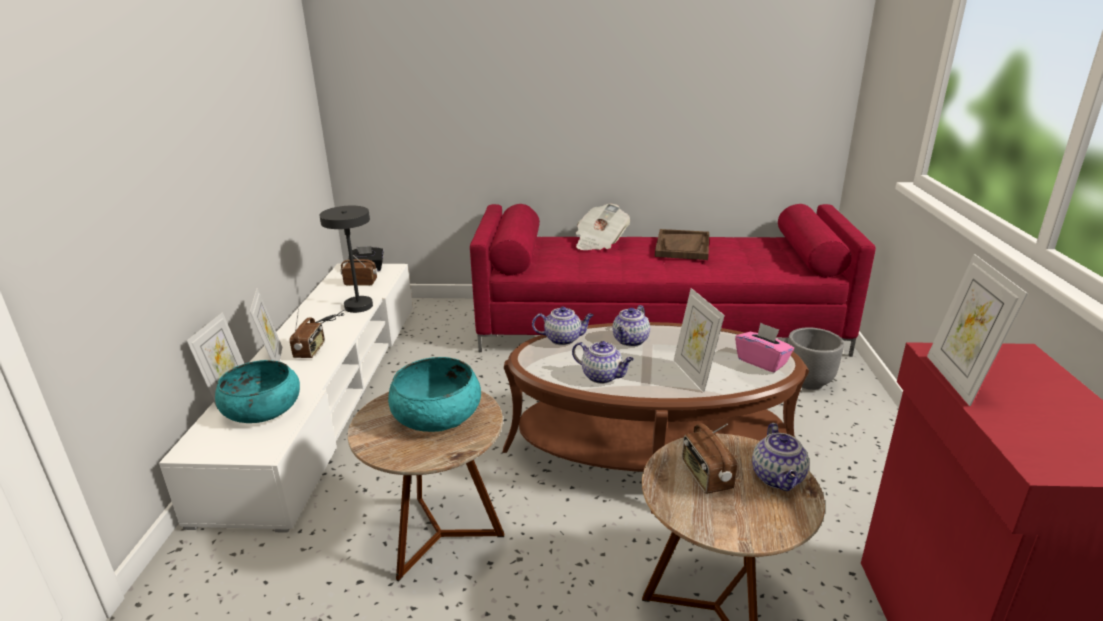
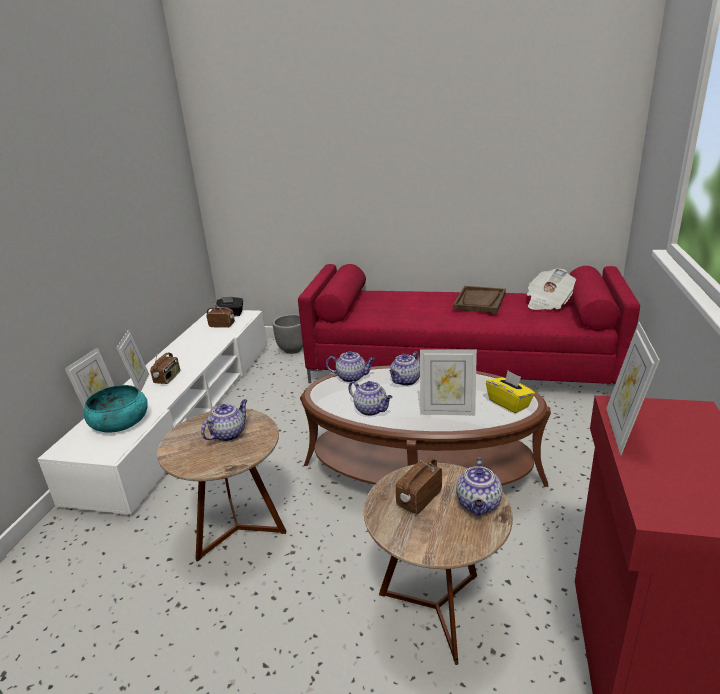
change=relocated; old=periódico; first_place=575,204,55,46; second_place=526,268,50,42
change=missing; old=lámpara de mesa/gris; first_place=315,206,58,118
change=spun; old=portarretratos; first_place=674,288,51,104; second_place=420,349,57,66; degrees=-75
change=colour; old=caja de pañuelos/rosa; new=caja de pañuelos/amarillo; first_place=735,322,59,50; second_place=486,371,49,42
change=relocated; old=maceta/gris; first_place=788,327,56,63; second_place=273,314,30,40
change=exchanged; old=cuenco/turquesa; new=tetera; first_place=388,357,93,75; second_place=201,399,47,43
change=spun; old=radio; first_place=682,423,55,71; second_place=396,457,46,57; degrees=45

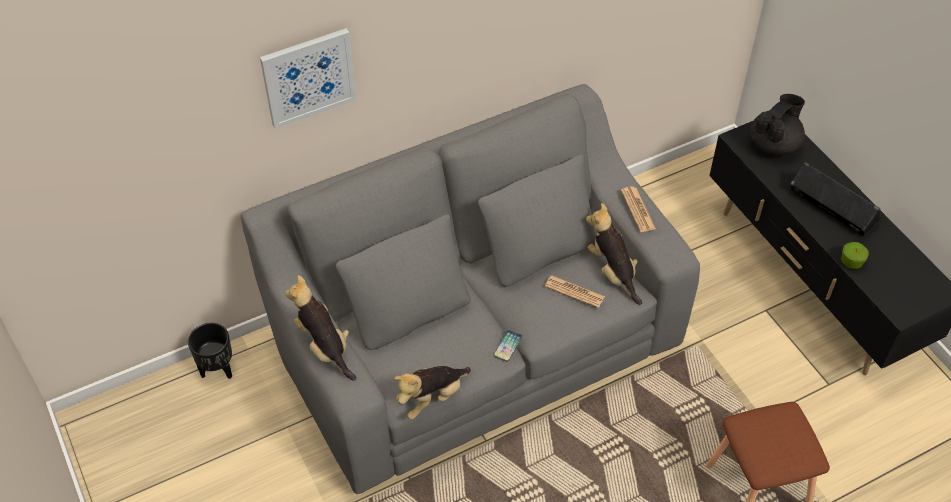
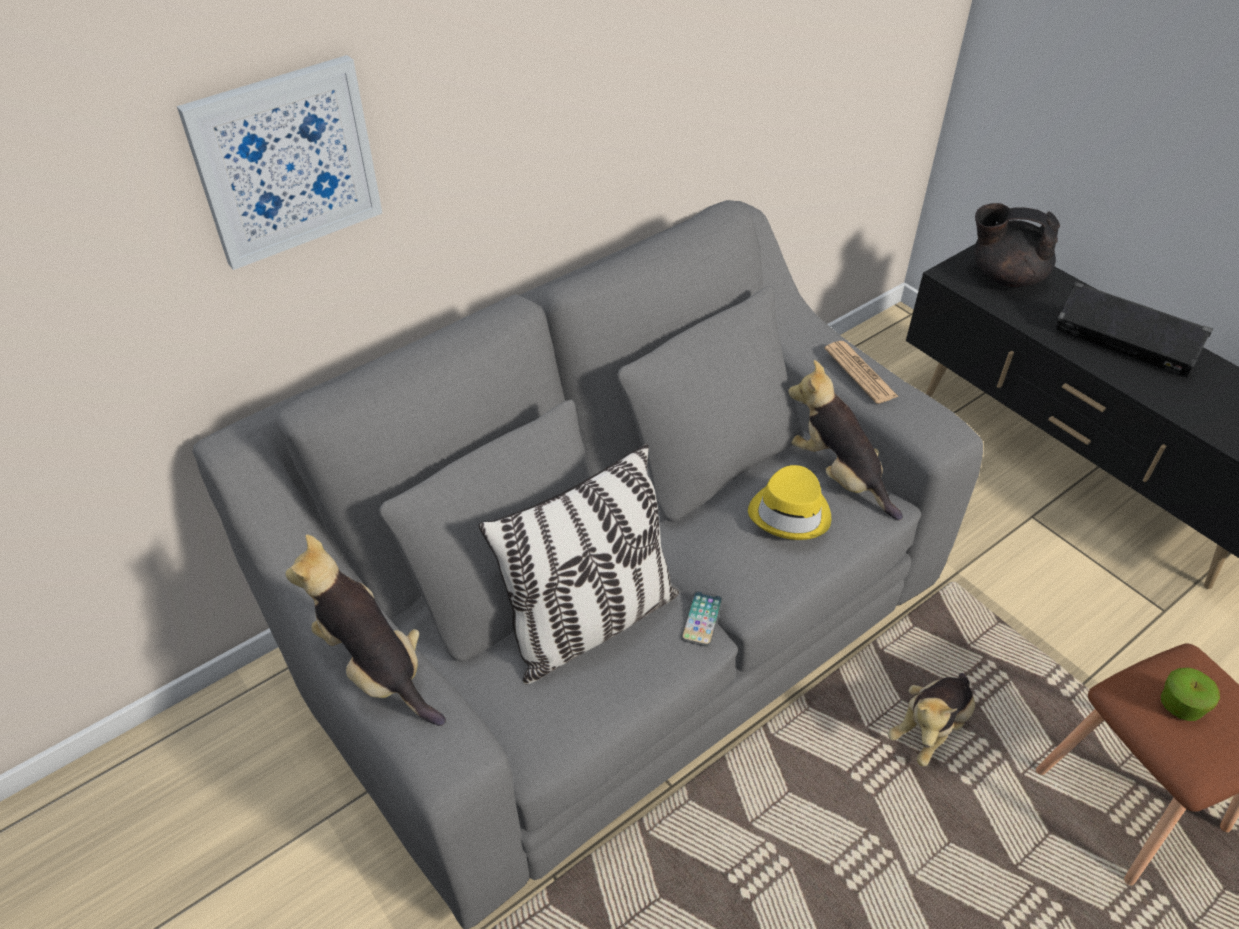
change=spun; old=tetera/negro; first_place=749,94,56,62; second_place=974,203,86,84; degrees=-105
change=relocated; old=manzana; first_place=841,242,28,27; second_place=1161,667,59,54
change=exchanged; old=periódico; new=sombrero/amarillo; first_place=545,276,60,32; second_place=748,465,83,75
change=missing; old=maceta/negro; first_place=188,323,44,56
change=relocated; old=peluche; first_place=394,366,77,54; second_place=888,673,87,93
change=appeared; new=cojín; second_place=479,444,200,241

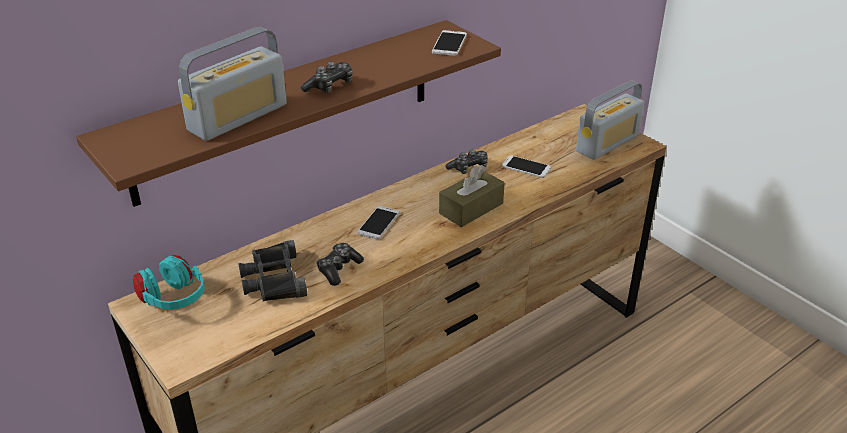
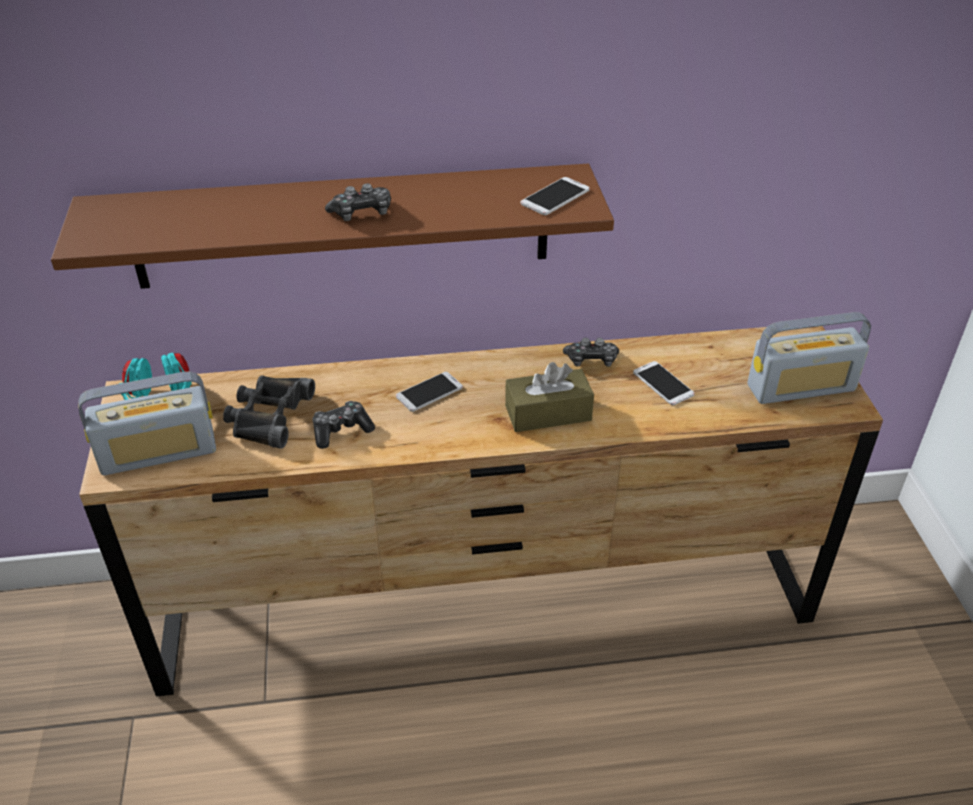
change=relocated; old=radio; first_place=178,27,109,114; second_place=78,371,138,104

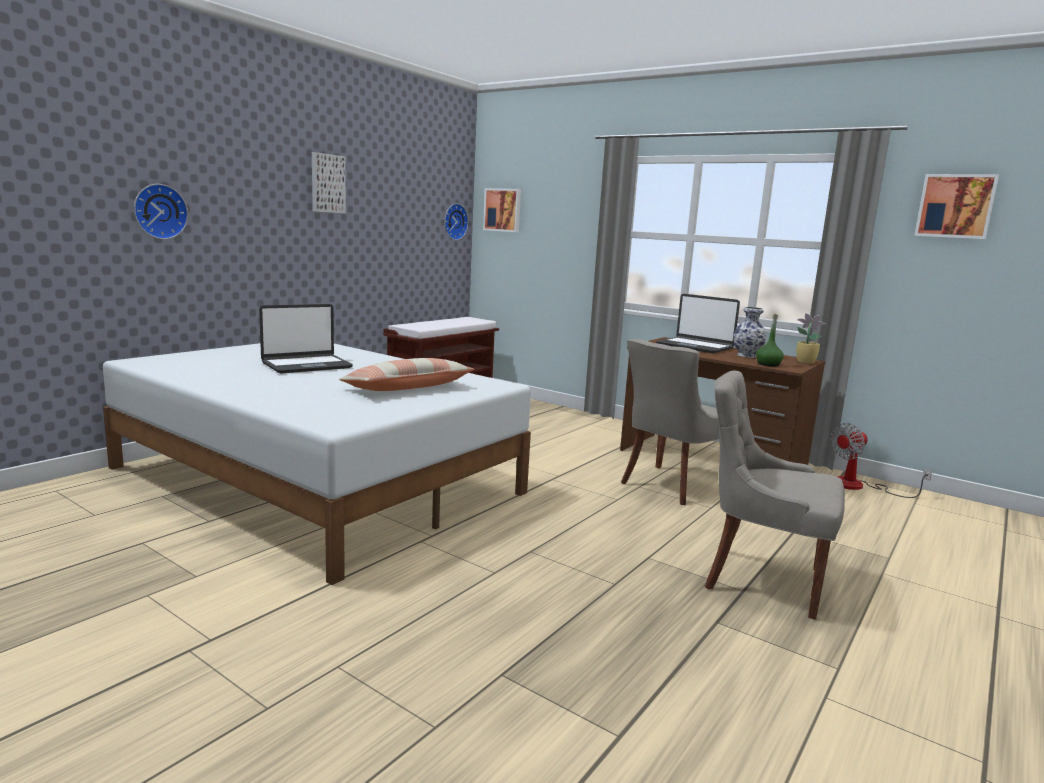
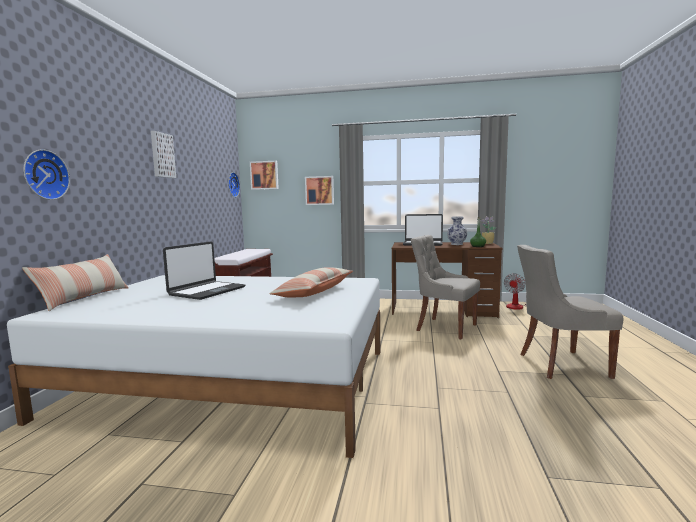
change=relocated; old=cuadro; first_place=914,174,85,65; second_place=305,176,29,29
change=spun; old=silla/gris; first_place=621,339,98,166; second_place=411,235,69,104; degrees=105
change=appeared; new=cojín; second_place=22,254,107,57

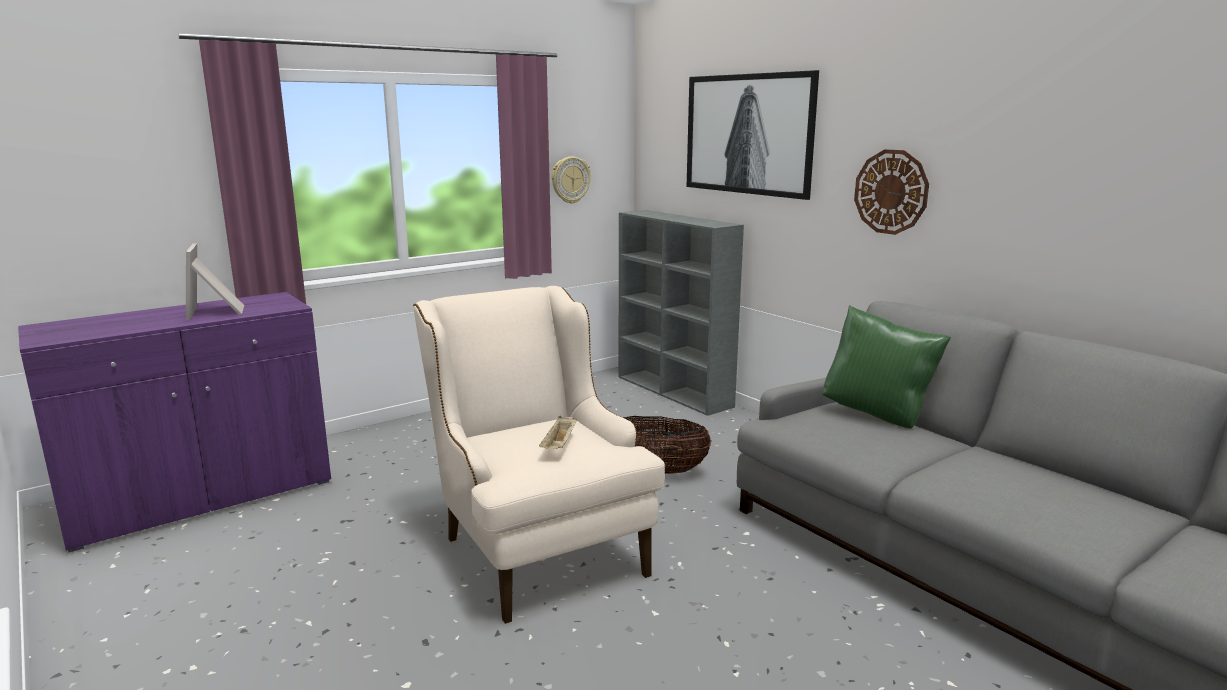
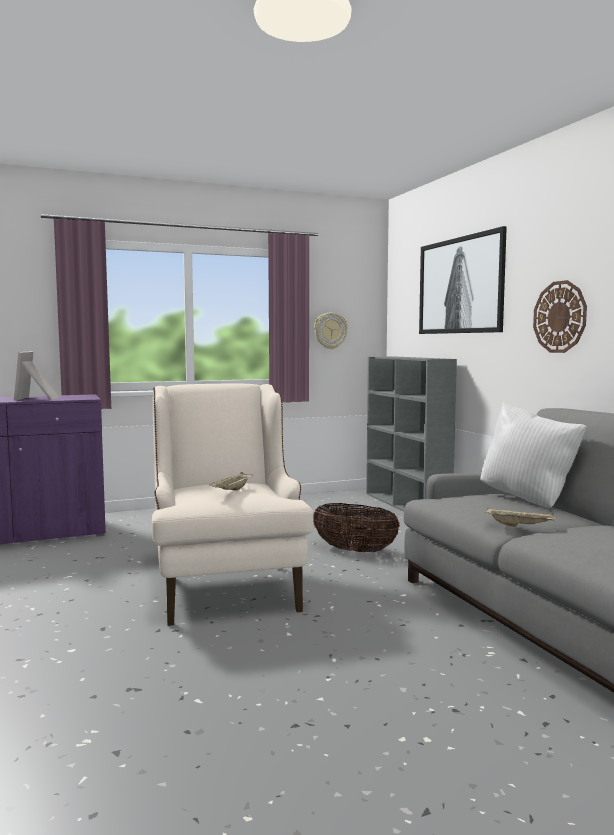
change=colour; old=cojín/verde; new=cojín/blanco; first_place=822,305,129,124; second_place=480,402,107,106
change=appeared; new=bandeja/beis; second_place=485,507,70,20

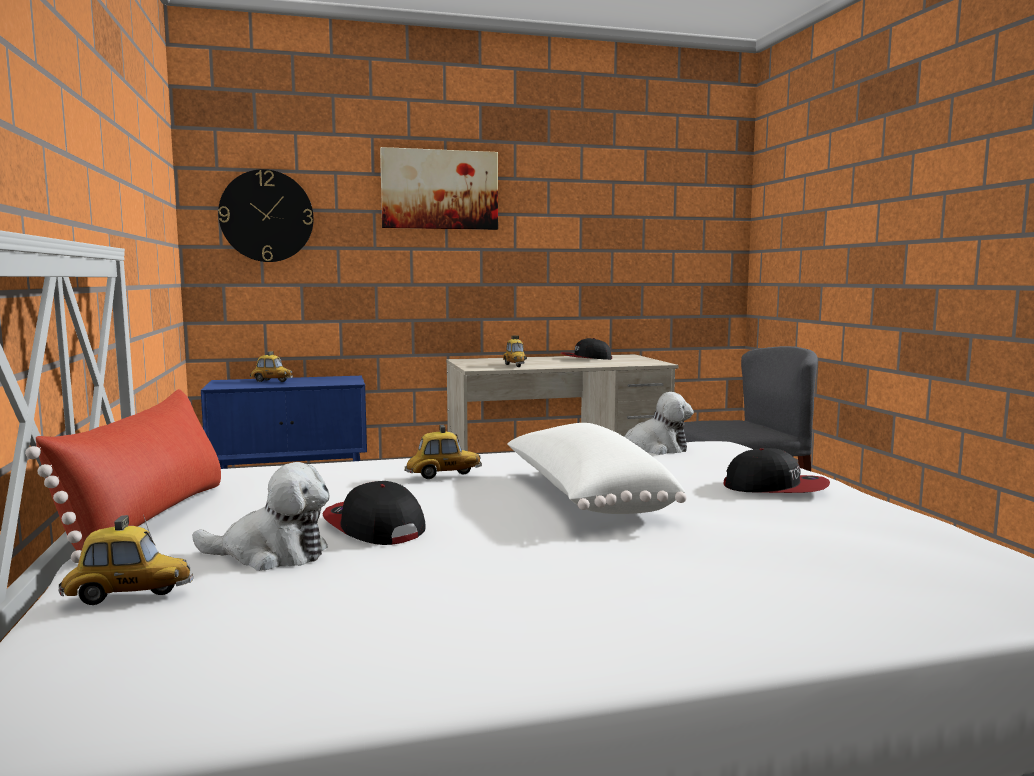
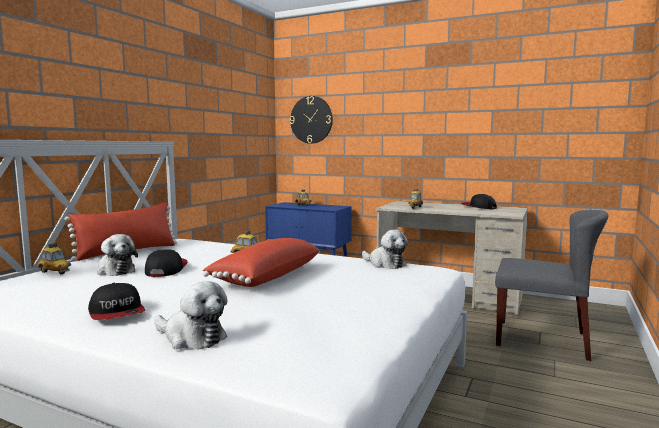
change=missing; old=cuadro; first_place=380,147,118,83
change=colour; old=cojín/blanco; new=cojín/rojo; first_place=507,423,179,91; second_place=203,238,117,49
change=relocated; old=gorra; first_place=723,448,107,45; second_place=88,283,57,37
change=appeared; new=peluche; second_place=154,281,74,69

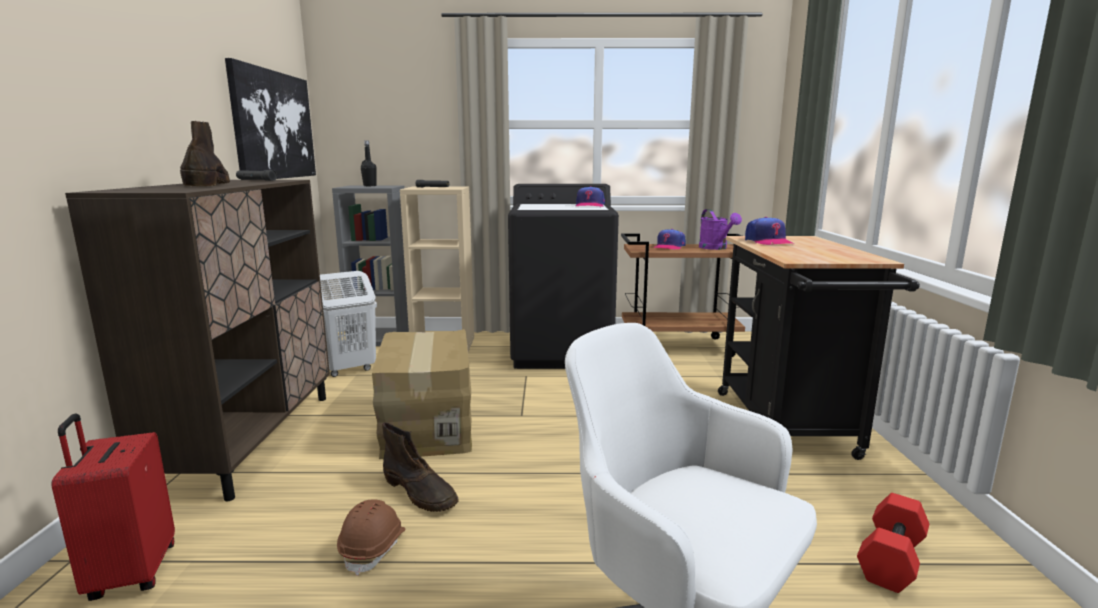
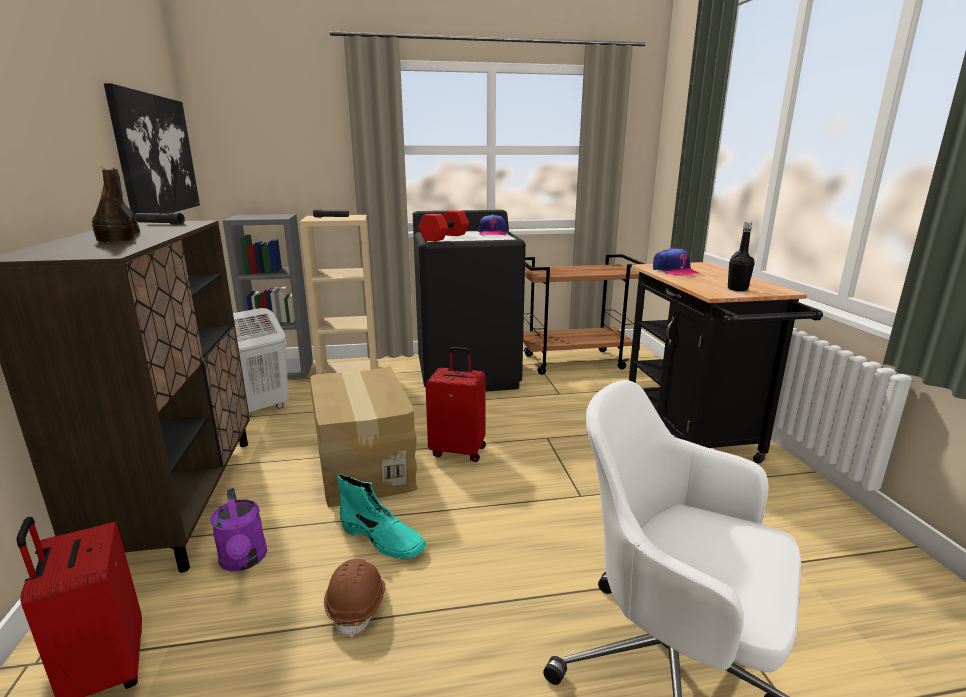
change=relocated; old=botella/negro; first_place=361,141,16,45; second_place=728,222,27,69
change=relocated; old=regadera/morado; first_place=699,209,43,41; second_place=210,488,57,83
change=missing; old=gorra; first_place=653,229,33,21
change=colour; old=bota/marrón; new=bota/turquesa; first_place=382,422,77,90; second_place=337,474,89,85
change=relocated; old=mancuerna/rojo; first_place=857,493,72,100; second_place=419,210,50,32
change=appeared; new=maleta/rojo; second_place=425,347,61,115

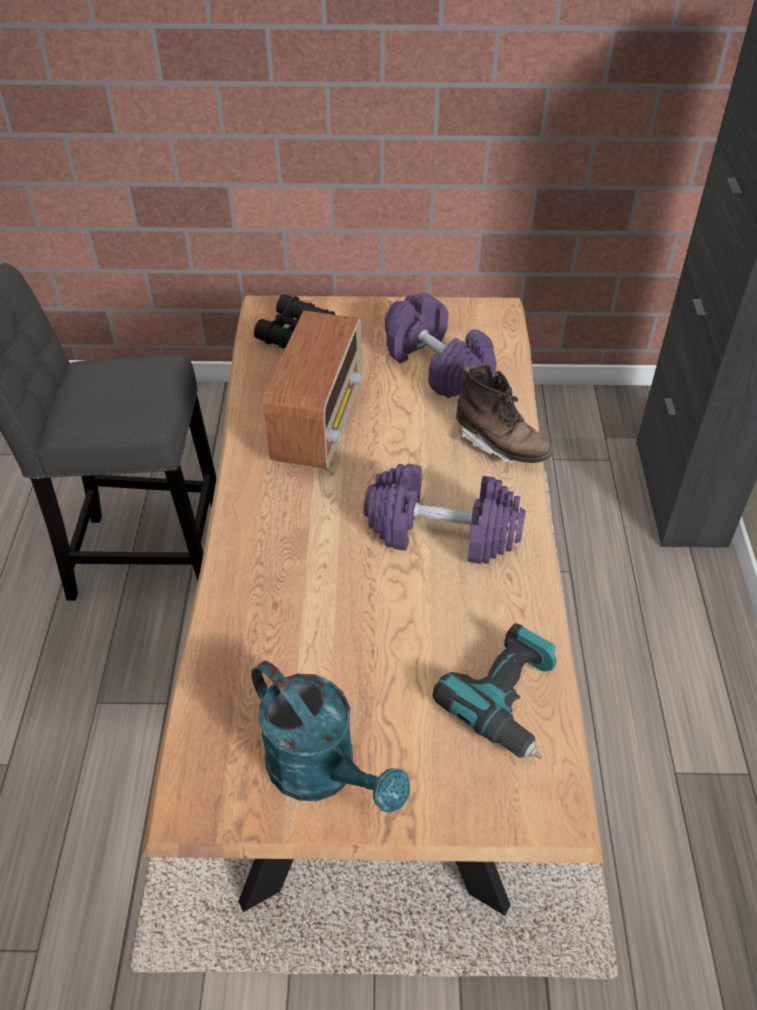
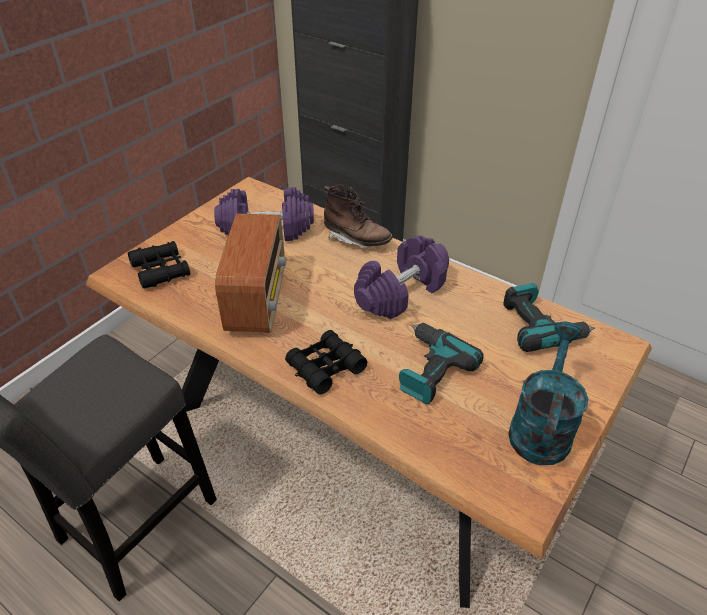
change=spun; old=radio; first_place=264,310,98,159; second_place=215,214,71,119; degrees=45
change=spun; old=bota/marrón; first_place=456,365,97,98; second_place=324,185,69,64; degrees=45
change=spun; old=regadera/turquesa; first_place=251,661,159,152; second_place=508,322,80,143; degrees=-60
change=appeared; new=taladro; second_place=399,323,85,81
change=appeared; new=prismáticos/negro; second_place=285,330,82,64

